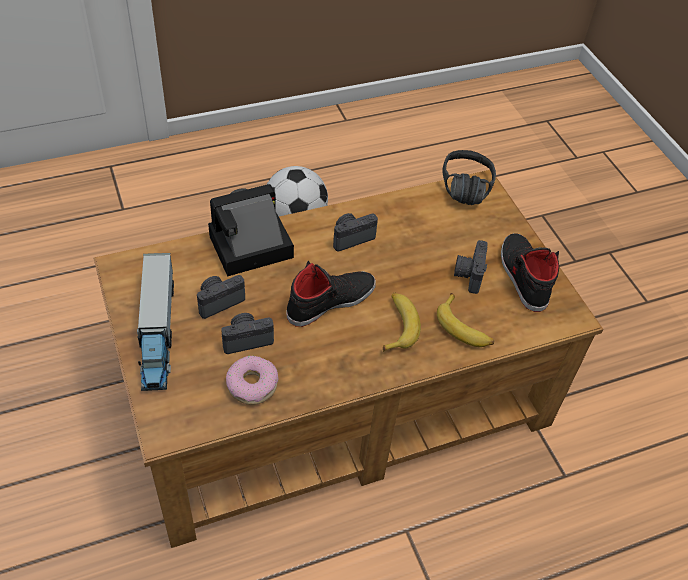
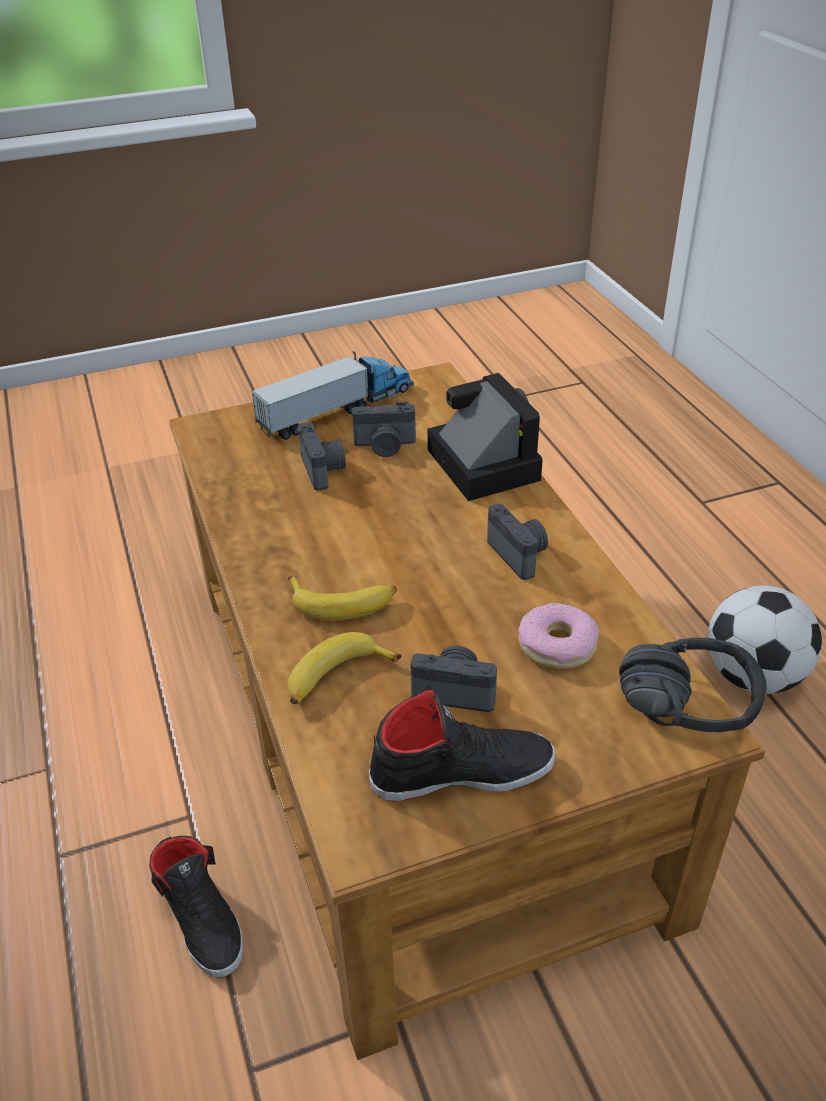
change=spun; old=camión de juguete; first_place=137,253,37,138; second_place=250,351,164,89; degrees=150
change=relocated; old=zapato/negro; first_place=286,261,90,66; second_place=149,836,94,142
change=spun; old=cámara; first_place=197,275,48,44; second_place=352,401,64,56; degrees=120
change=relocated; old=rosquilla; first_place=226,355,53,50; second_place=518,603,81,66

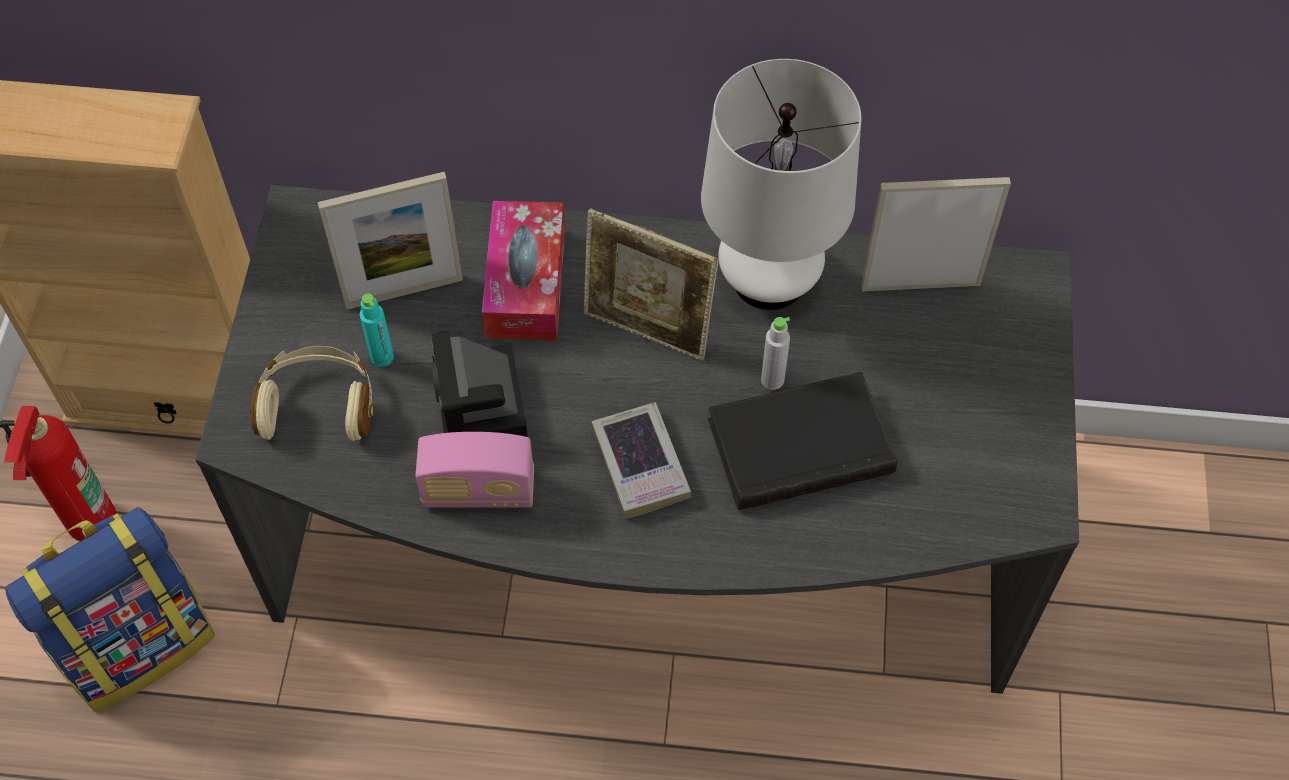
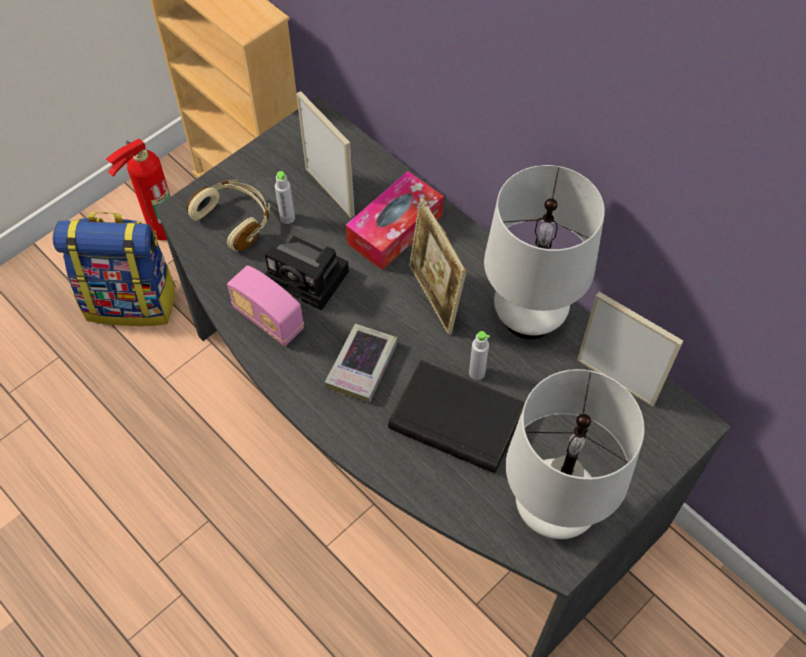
change=spun; old=portarretratos; first_place=318,172,145,137; second_place=296,91,59,127; degrees=-150
change=colour; old=botella/turquesa; new=botella/gris; first_place=360,294,34,73; second_place=275,171,20,53
change=spun; old=cámara; first_place=431,331,97,106; second_place=265,236,84,75; degrees=-90
change=appeared; new=lámpara de mesa/blanco; second_place=506,369,138,170

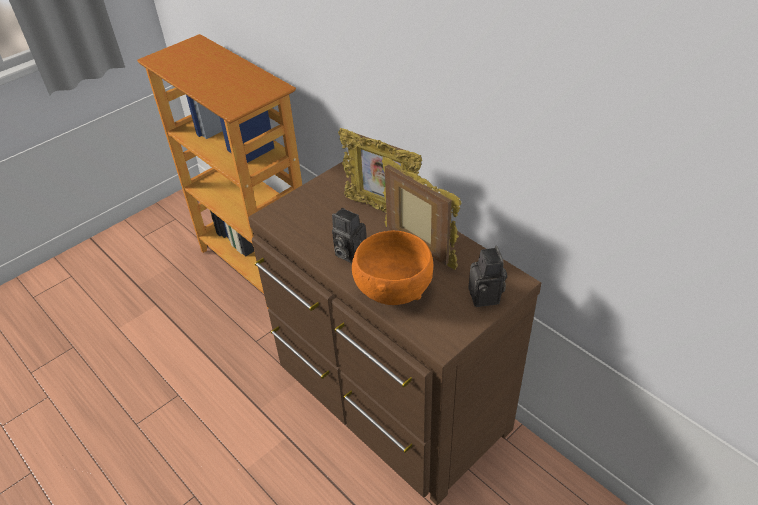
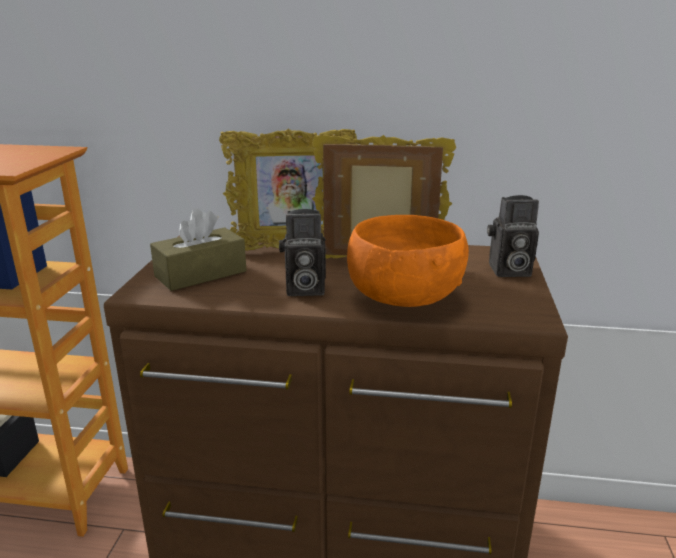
change=spun; old=cámara; first_place=469,246,38,61; second_place=487,195,52,82; degrees=135
change=appeared; new=caja de pañuelos/marrón; second_place=150,208,96,83

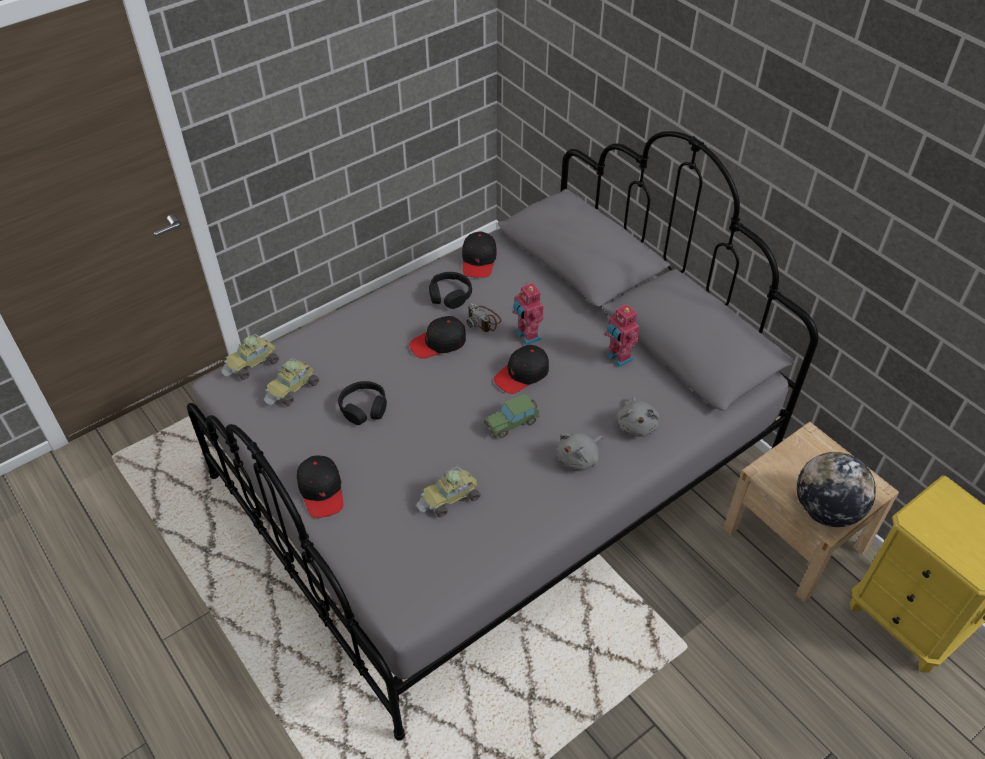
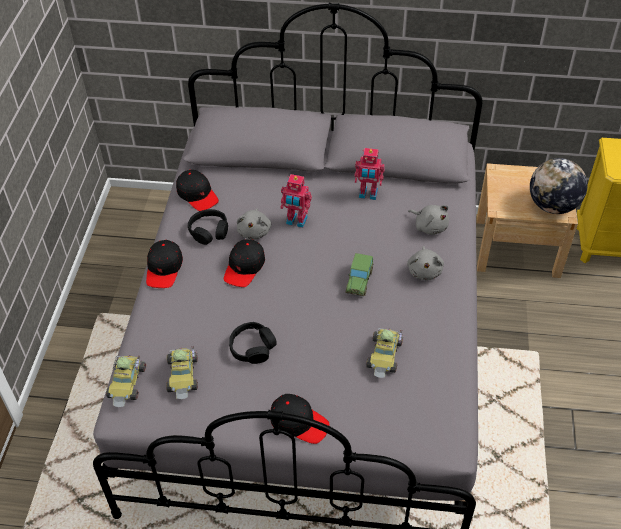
change=exchanged; old=cámara; new=peluche/gris; first_place=466,303,35,29; second_place=237,208,34,32
change=relocated; old=gorra/negro; first_place=494,345,55,49; second_place=146,240,37,48

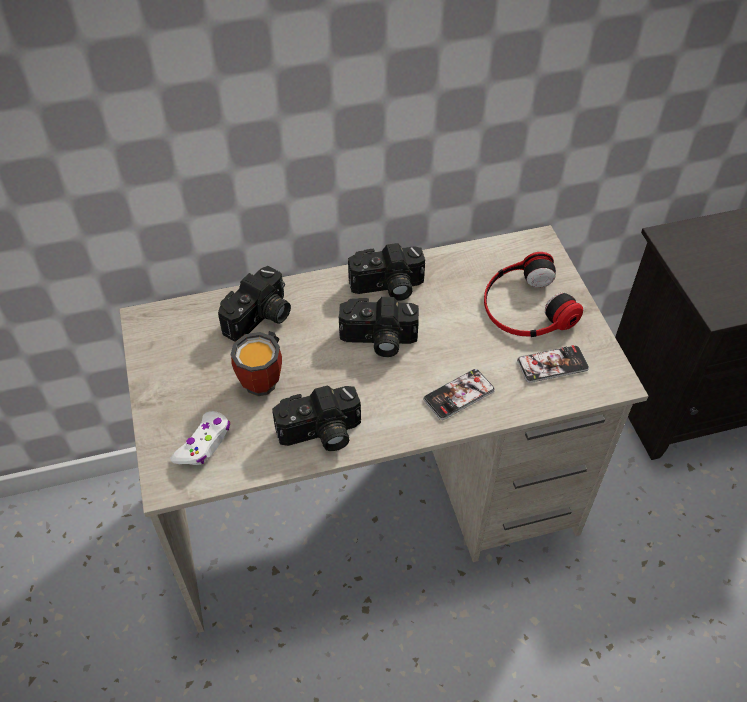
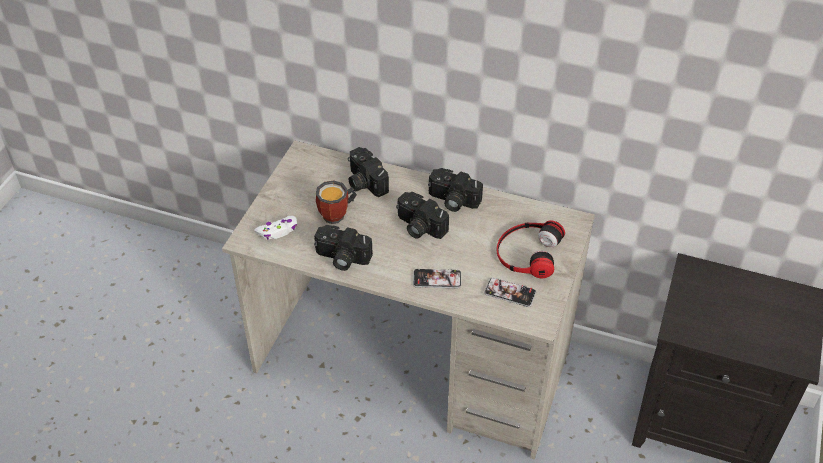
change=spun; old=cámara; first_place=218,266,73,76; second_place=348,147,41,50; degrees=75

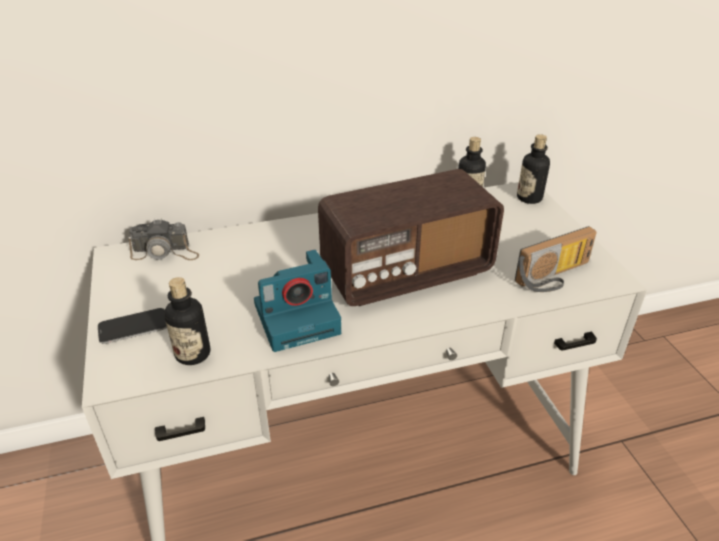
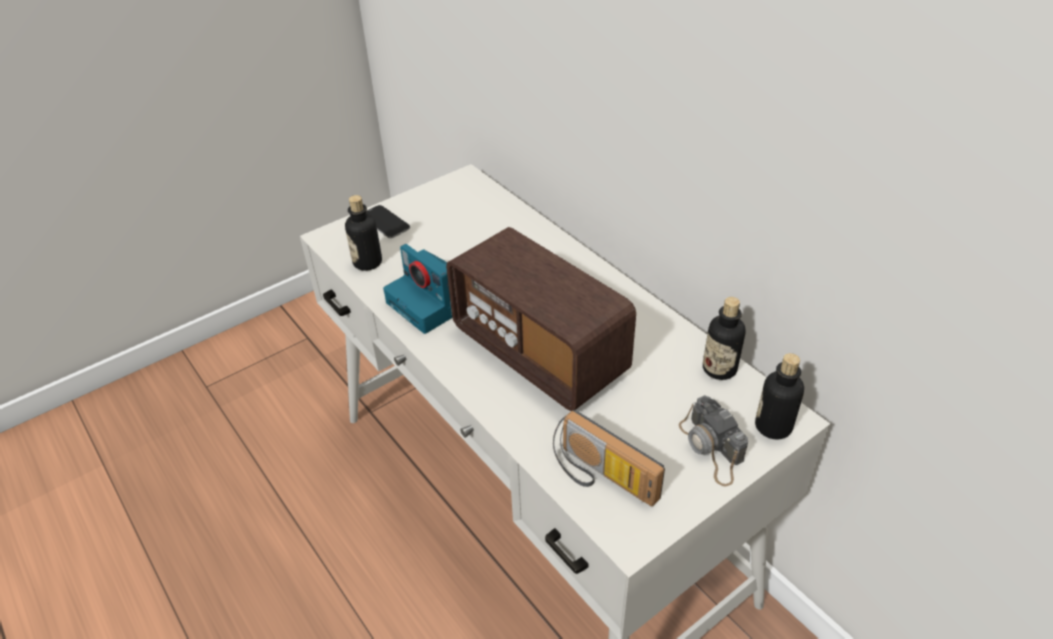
change=relocated; old=cámara; first_place=129,218,70,42; second_place=679,395,69,92

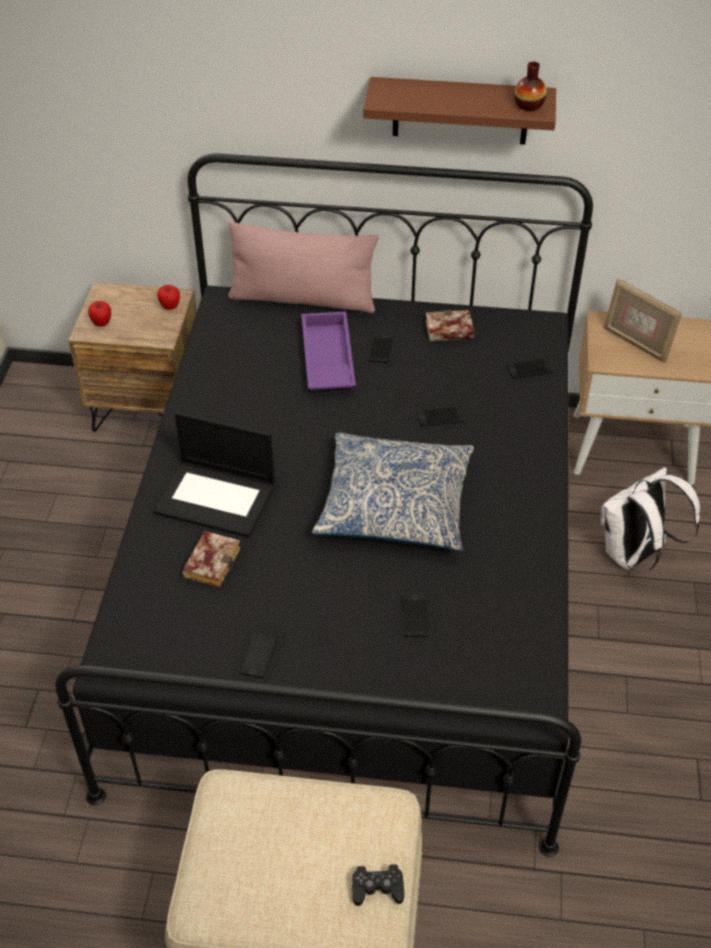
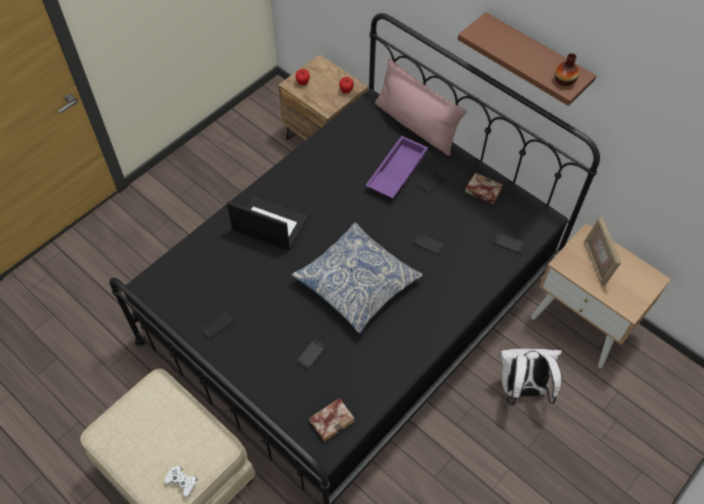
change=spun; old=portátil; first_place=153,411,122,127; second_place=227,195,82,55; degrees=150
change=relocated; old=libro; first_place=182,531,59,57; second_place=309,398,46,44
change=colour; old=mando de consola/negro; new=mando de consola/blanco; first_place=352,864,52,42; second_place=165,465,33,33

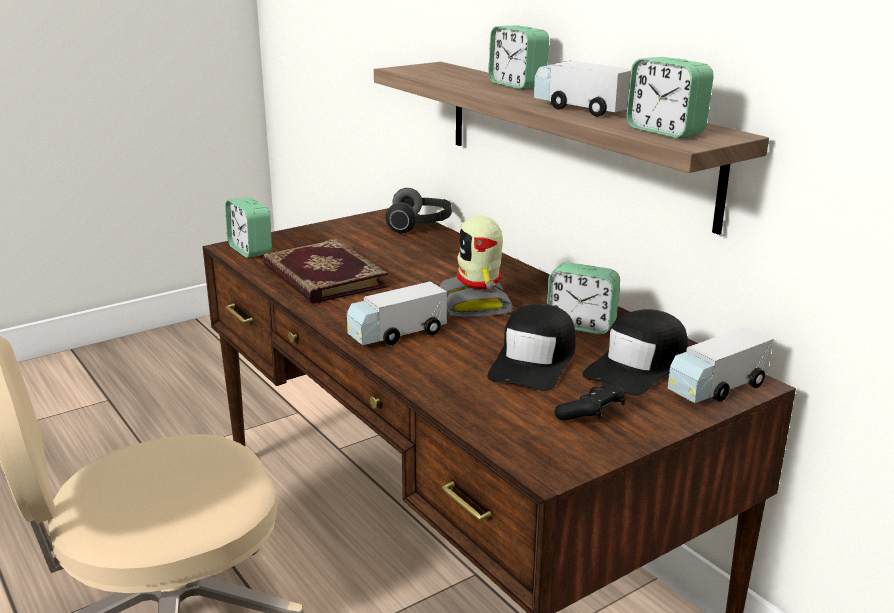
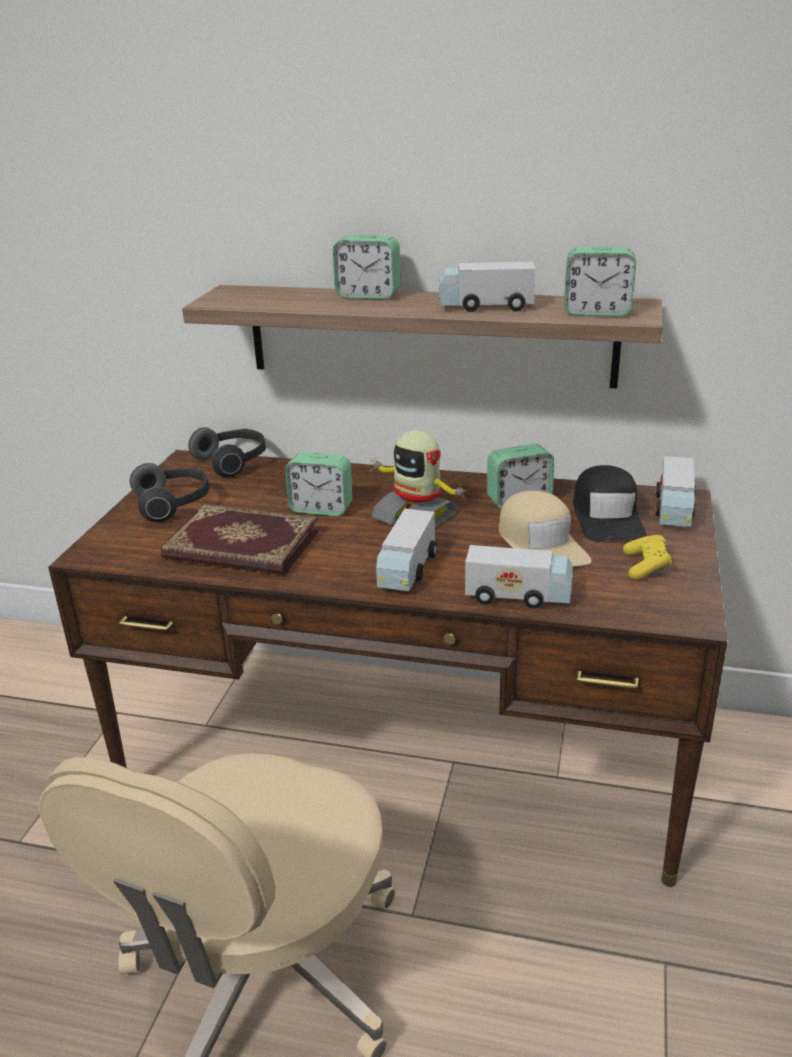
change=relocated; old=despertador; first_place=225,197,47,61; second_place=285,452,68,64
change=colour; old=gorra/negro; new=gorra/beis; first_place=488,304,88,87; second_place=499,491,93,75
change=colour; old=mando de consola/negro; new=mando de consola/amarillo; first_place=555,384,70,36; second_place=623,535,49,45
change=appeared; new=auriculares; second_place=130,463,79,59
change=appeared; new=camión de juguete; second_place=465,545,108,64

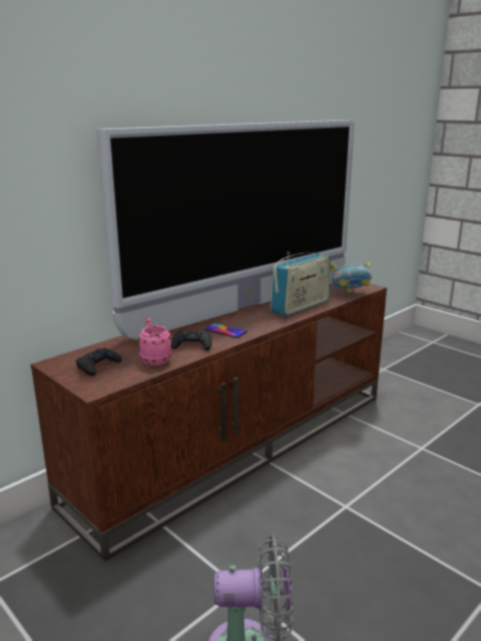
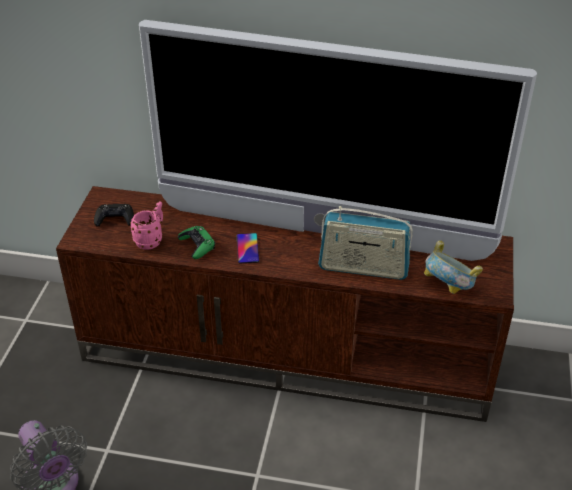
change=colour; old=mando de consola/negro; new=mando de consola/verde; first_place=171,331,41,19; second_place=178,226,37,33

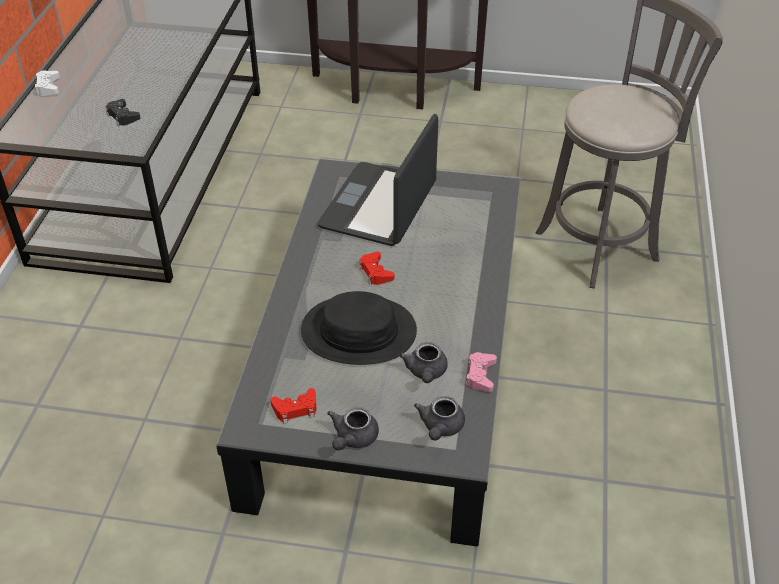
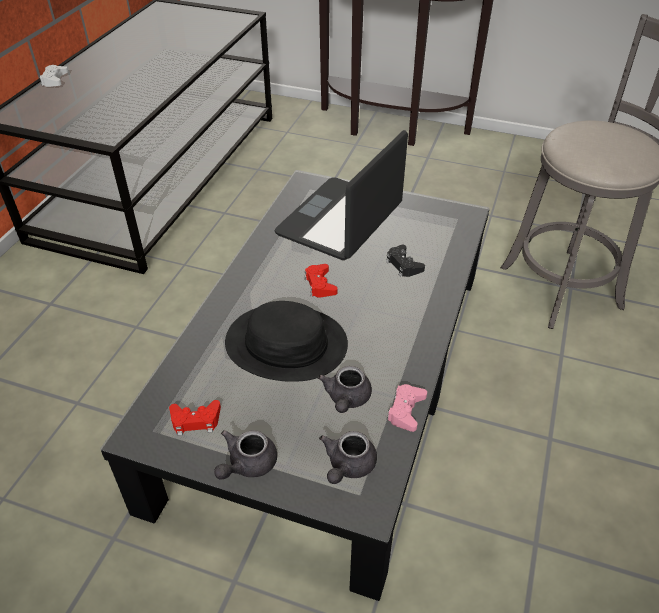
change=relocated; old=mando de consola/negro; first_place=106,99,35,27; second_place=386,245,39,32

